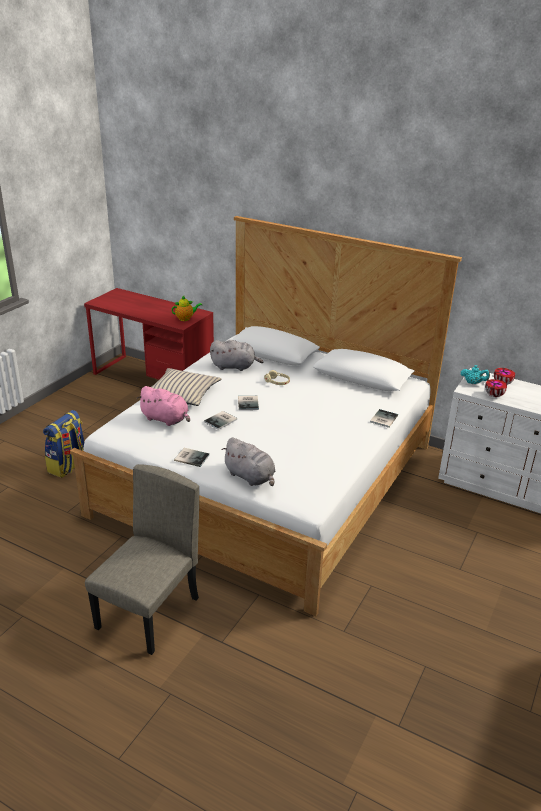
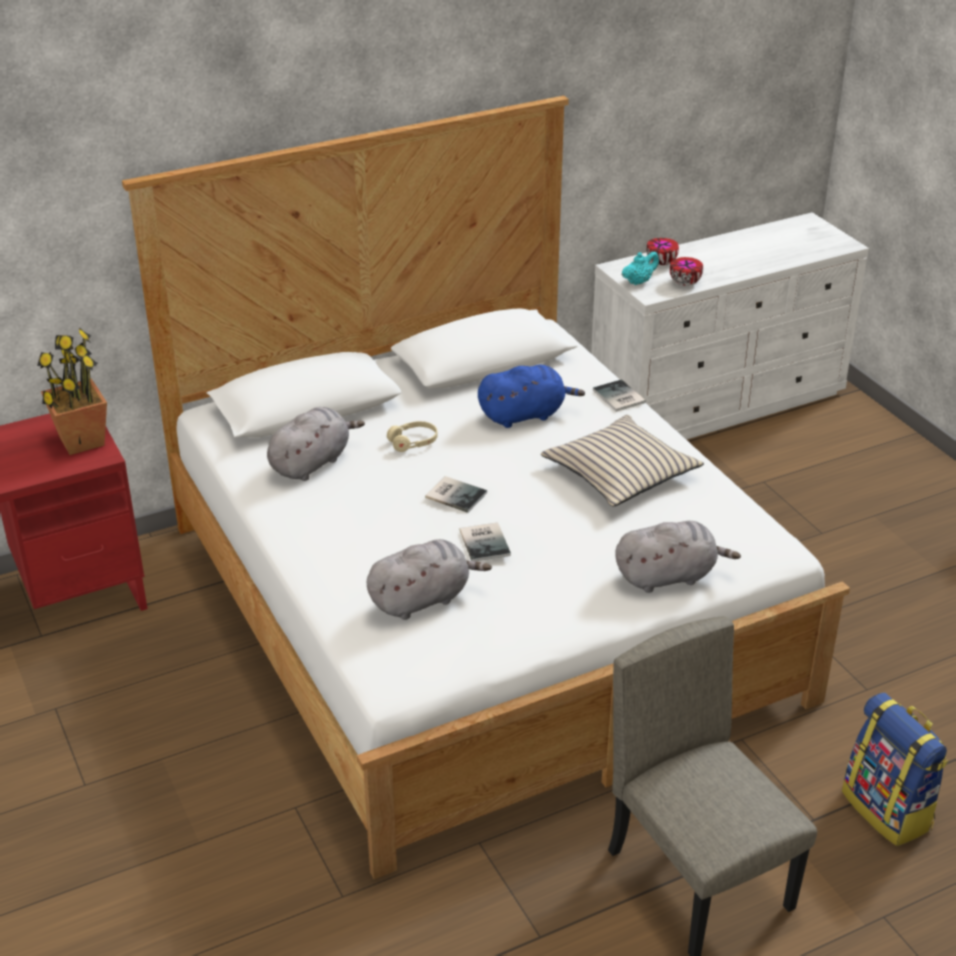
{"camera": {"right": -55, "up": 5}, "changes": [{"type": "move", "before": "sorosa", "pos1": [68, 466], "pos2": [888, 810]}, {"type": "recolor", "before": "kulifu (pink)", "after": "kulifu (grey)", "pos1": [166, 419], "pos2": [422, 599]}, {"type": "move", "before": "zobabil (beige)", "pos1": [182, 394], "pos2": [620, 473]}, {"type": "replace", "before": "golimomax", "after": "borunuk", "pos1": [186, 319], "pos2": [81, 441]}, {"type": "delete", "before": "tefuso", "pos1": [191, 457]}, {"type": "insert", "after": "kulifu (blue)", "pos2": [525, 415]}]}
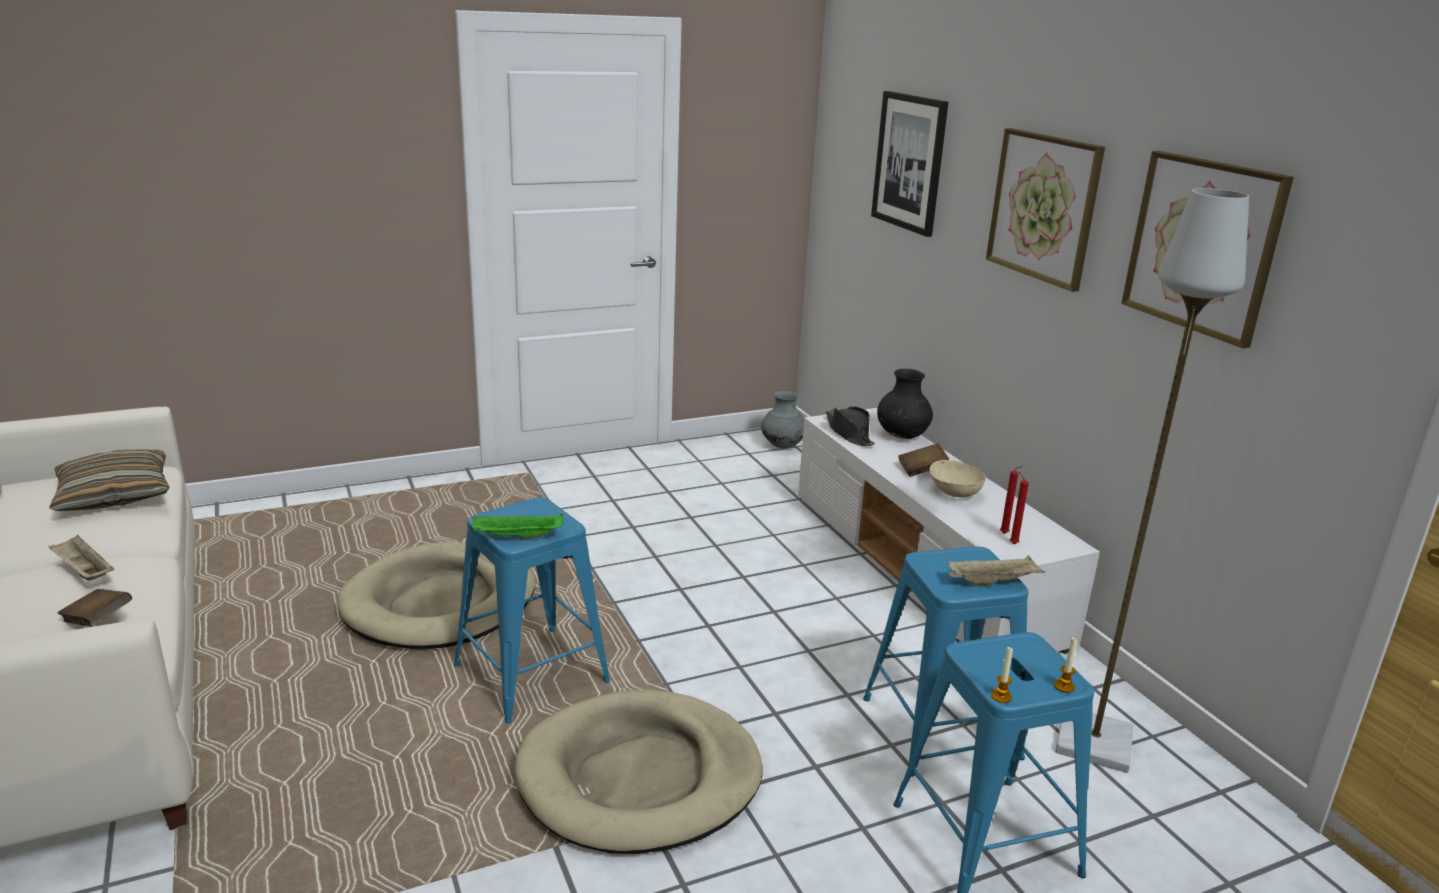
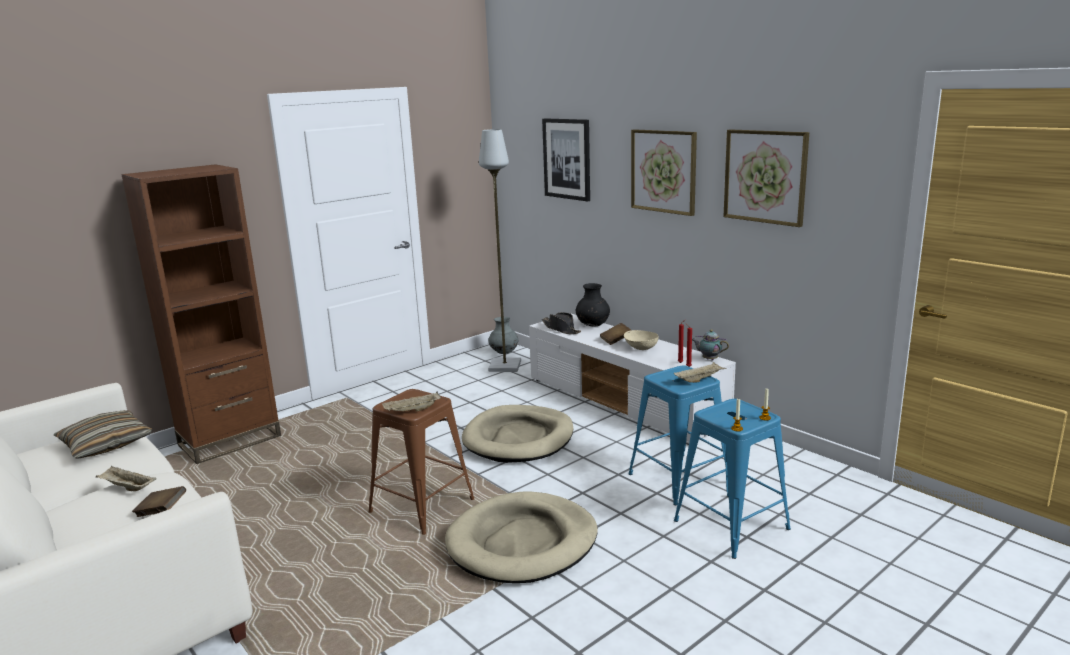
{"camera": {"right": -15, "up": -5}, "changes": [{"type": "move", "before": "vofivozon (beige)", "pos1": [440, 603], "pos2": [519, 438]}, {"type": "recolor", "before": "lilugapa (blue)", "after": "lilugapa (brown)", "pos1": [531, 675], "pos2": [422, 506]}, {"type": "recolor", "before": "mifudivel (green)", "after": "mifudivel (beige)", "pos1": [516, 537], "pos2": [412, 411]}, {"type": "move", "before": "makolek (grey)", "pos1": [1095, 743], "pos2": [505, 366]}, {"type": "insert", "after": "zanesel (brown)", "pos2": [230, 441]}, {"type": "insert", "after": "golimomax", "pos2": [708, 359]}]}
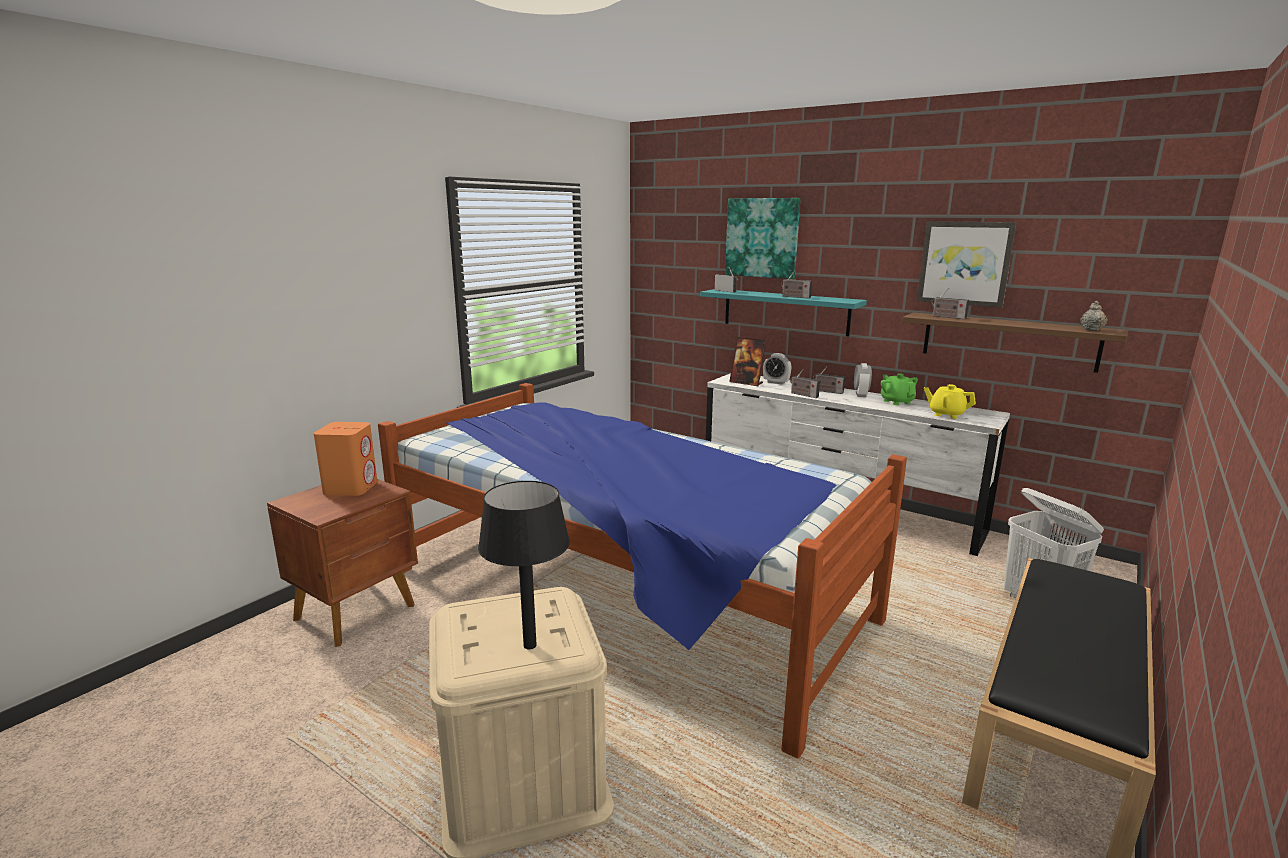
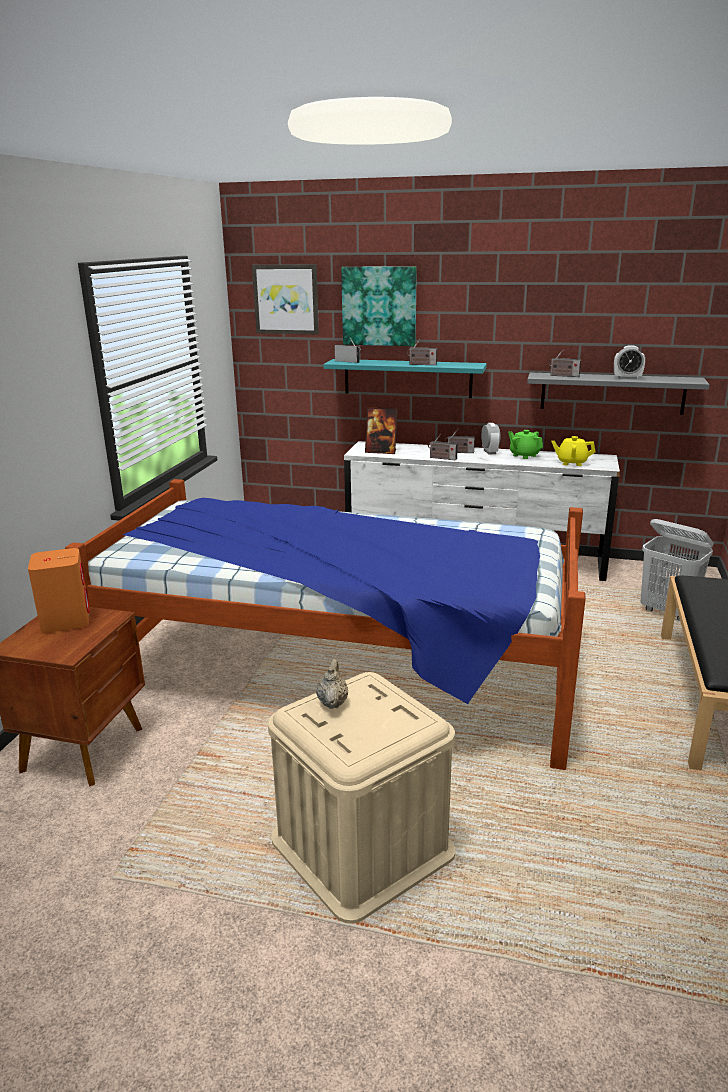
{"camera": {"right": -20, "up": 5}, "changes": [{"type": "delete", "before": "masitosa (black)", "pos1": [529, 645]}, {"type": "move", "before": "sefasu", "pos1": [776, 382], "pos2": [627, 378]}, {"type": "recolor", "before": "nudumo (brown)", "after": "nudumo (grey)", "pos1": [1008, 341], "pos2": [612, 393]}, {"type": "move", "before": "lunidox", "pos1": [964, 263], "pos2": [286, 299]}, {"type": "move", "before": "golimomax (beige)", "pos1": [1091, 330], "pos2": [332, 702]}]}
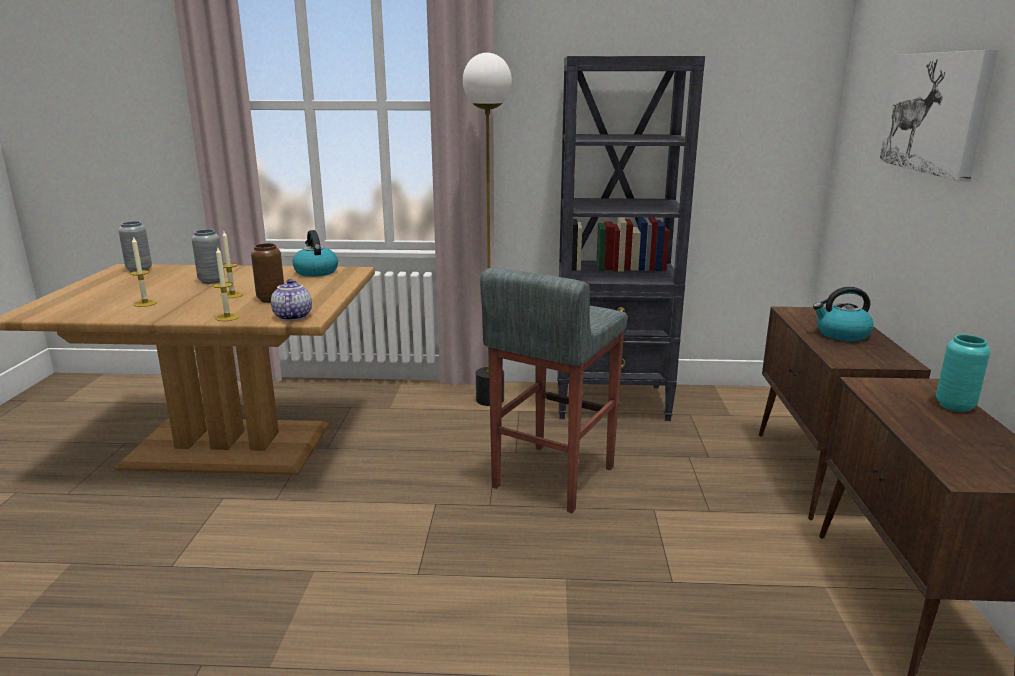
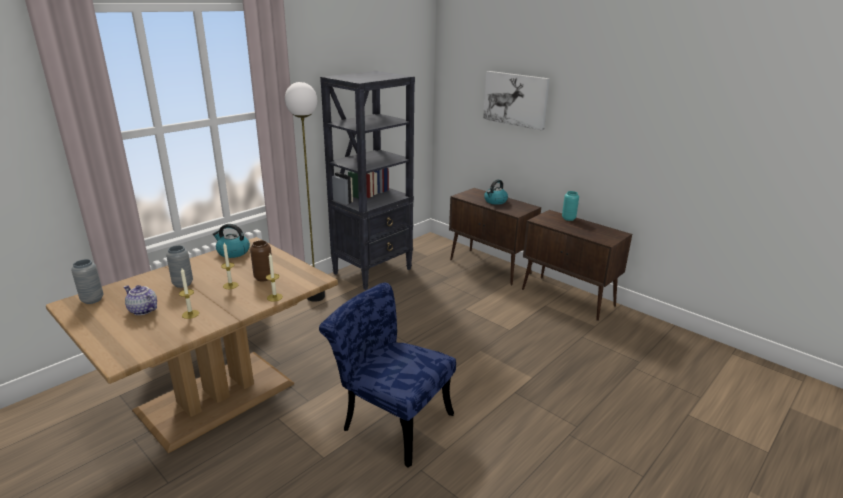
{"camera": {"right": -50, "up": 5}, "changes": [{"type": "move", "before": "golimomax", "pos1": [292, 316], "pos2": [142, 310]}, {"type": "delete", "before": "lilugapa (grey)", "pos1": [551, 477]}, {"type": "insert", "after": "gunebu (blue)", "pos2": [390, 419]}]}
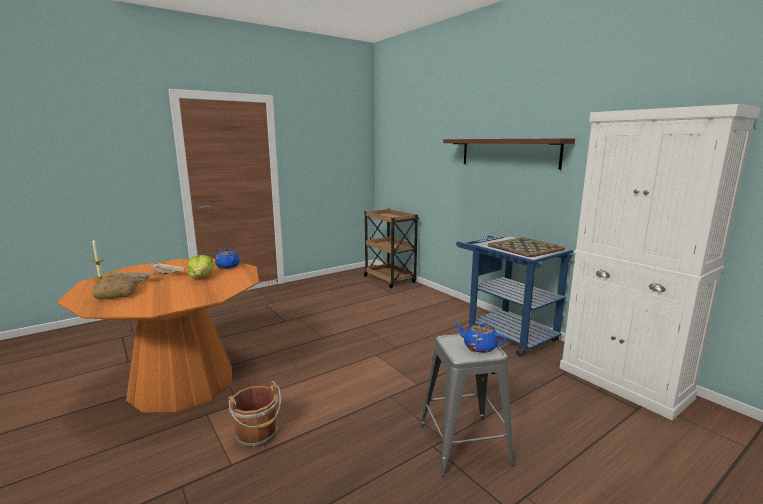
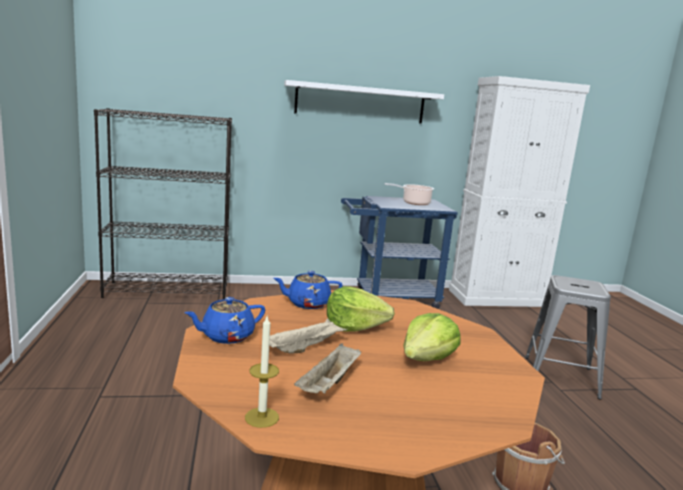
{"camera": {"right": -65, "up": 0}, "changes": [{"type": "delete", "before": "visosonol", "pos1": [117, 293]}, {"type": "replace", "before": "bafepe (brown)", "after": "zanesel (black)", "pos1": [390, 280], "pos2": [168, 291]}, {"type": "recolor", "before": "nudumo (brown)", "after": "nudumo (white)", "pos1": [508, 152], "pos2": [360, 103]}, {"type": "move", "before": "golimomax (blue)", "pos1": [479, 347], "pos2": [226, 336]}, {"type": "replace", "before": "mifudivel", "after": "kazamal", "pos1": [525, 247], "pos2": [414, 203]}, {"type": "insert", "after": "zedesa", "pos2": [427, 359]}]}
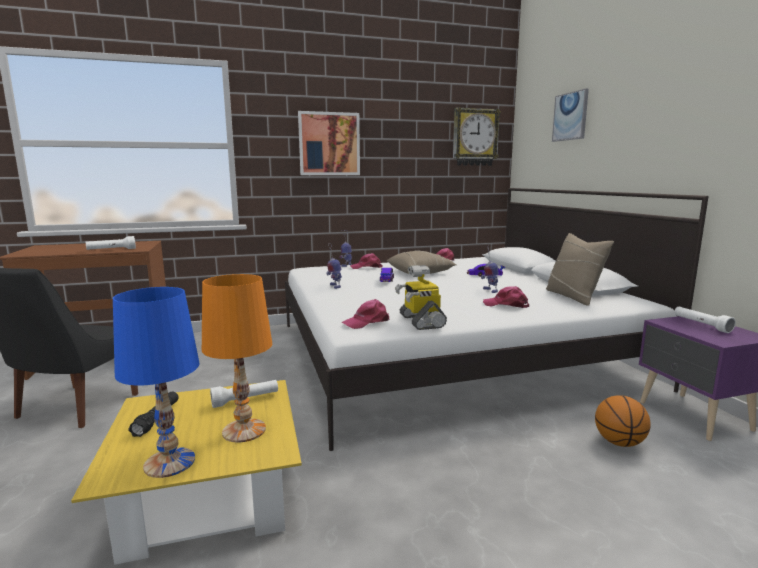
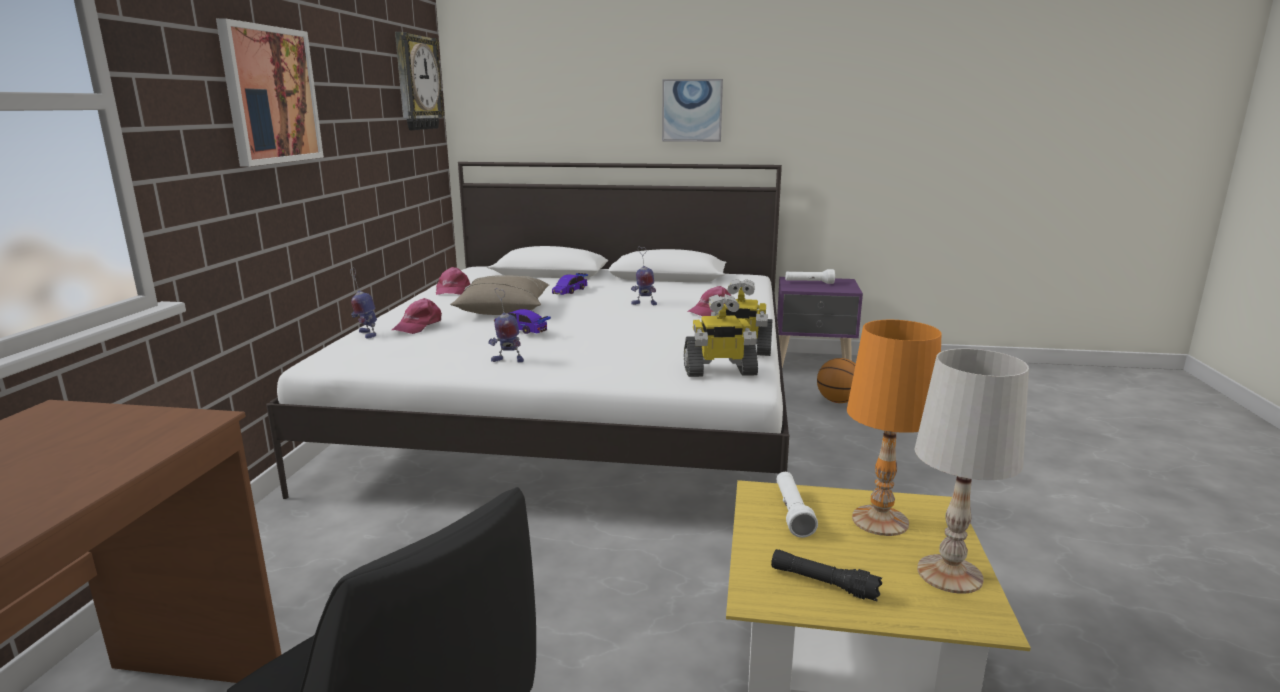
{"camera": {"right": -65, "up": 5}, "changes": [{"type": "delete", "before": "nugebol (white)", "pos1": [111, 250]}, {"type": "recolor", "before": "masitosa (blue)", "after": "masitosa (white)", "pos1": [170, 463], "pos2": [950, 574]}, {"type": "replace", "before": "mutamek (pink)", "after": "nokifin", "pos1": [367, 322], "pos2": [719, 371]}, {"type": "delete", "before": "zobabil (beige)", "pos1": [573, 296]}, {"type": "move", "before": "lunidox", "pos1": [570, 116], "pos2": [692, 110]}]}
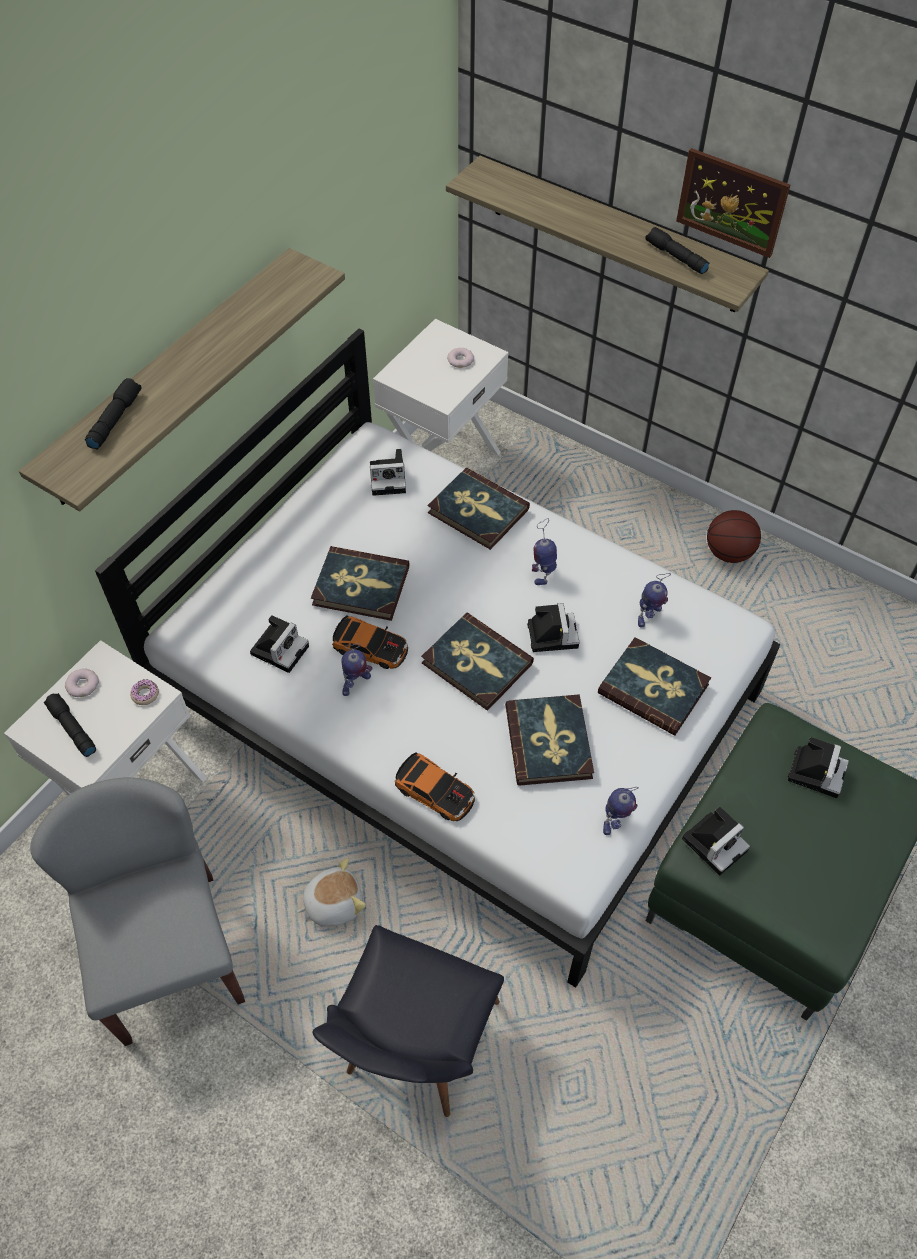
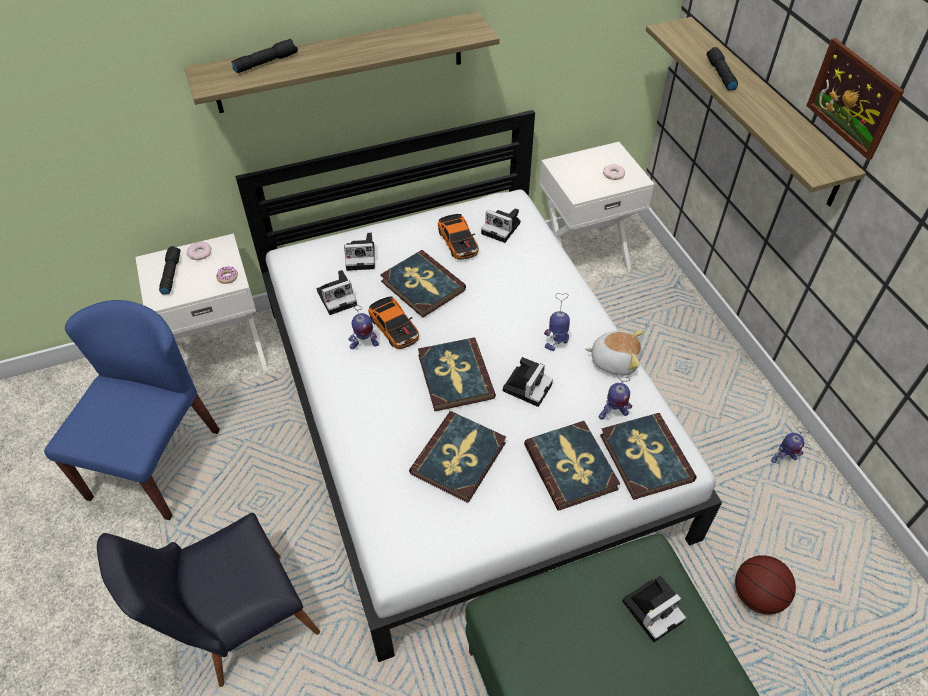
{"camera": {"right": 35, "up": -5}, "changes": [{"type": "recolor", "before": "gunebu (grey)", "after": "gunebu (blue)", "pos1": [169, 955], "pos2": [155, 462]}, {"type": "move", "before": "kulifu", "pos1": [333, 902], "pos2": [614, 360]}, {"type": "move", "before": "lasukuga", "pos1": [436, 791], "pos2": [459, 241]}, {"type": "move", "before": "tefuso", "pos1": [477, 511], "pos2": [645, 458]}, {"type": "move", "before": "nokifin", "pos1": [615, 821], "pos2": [783, 458]}, {"type": "move", "before": "nugebol (black)", "pos1": [675, 257], "pos2": [720, 74]}, {"type": "move", "before": "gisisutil", "pos1": [715, 842], "pos2": [362, 257]}, {"type": "move", "before": "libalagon", "pos1": [728, 553], "pos2": [757, 596]}]}
